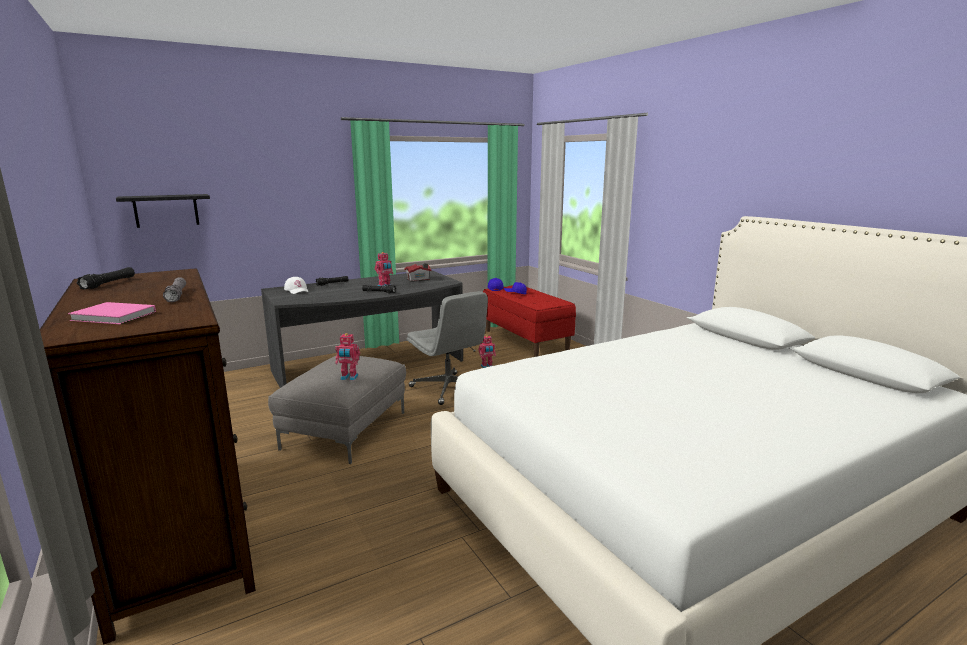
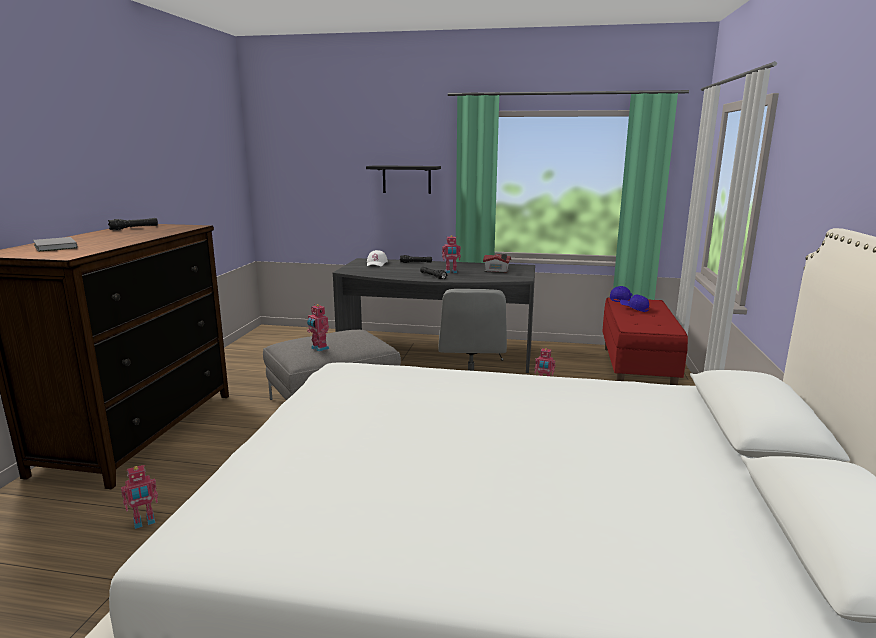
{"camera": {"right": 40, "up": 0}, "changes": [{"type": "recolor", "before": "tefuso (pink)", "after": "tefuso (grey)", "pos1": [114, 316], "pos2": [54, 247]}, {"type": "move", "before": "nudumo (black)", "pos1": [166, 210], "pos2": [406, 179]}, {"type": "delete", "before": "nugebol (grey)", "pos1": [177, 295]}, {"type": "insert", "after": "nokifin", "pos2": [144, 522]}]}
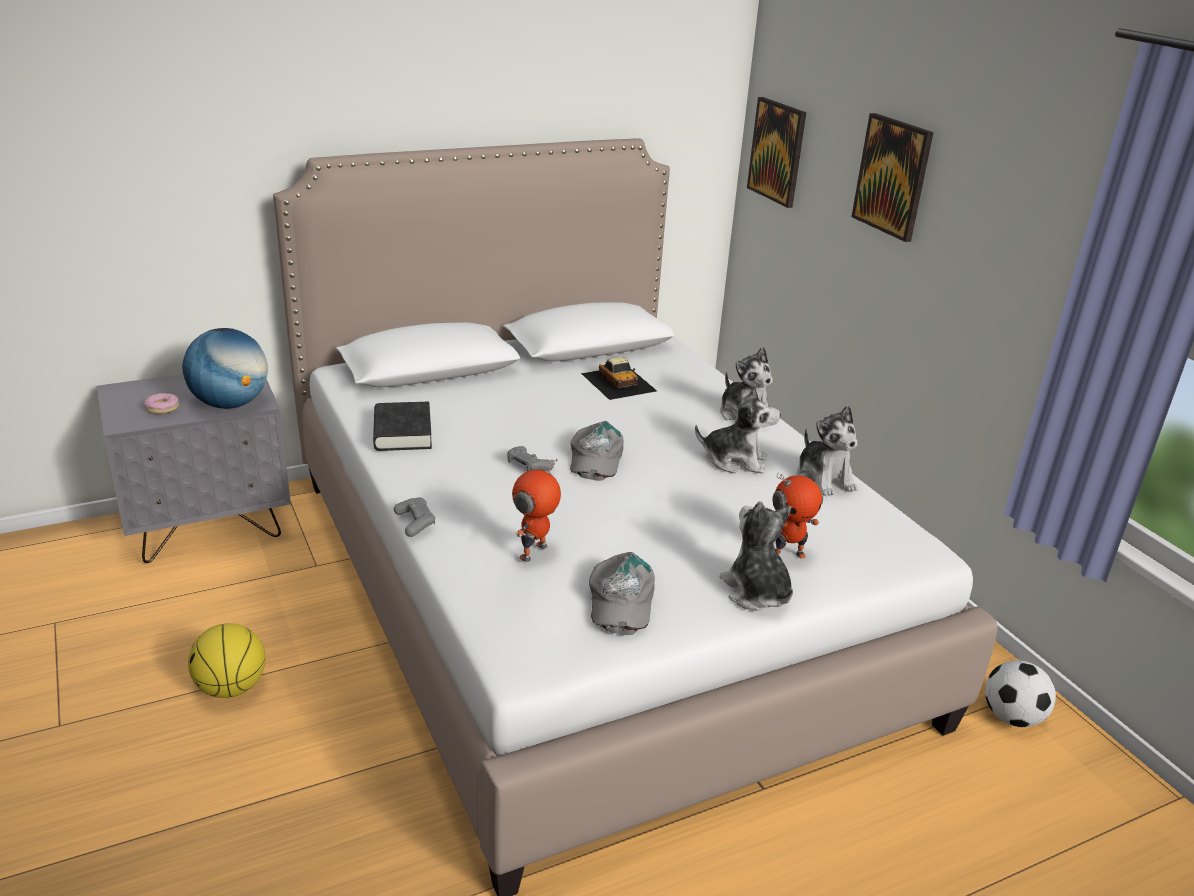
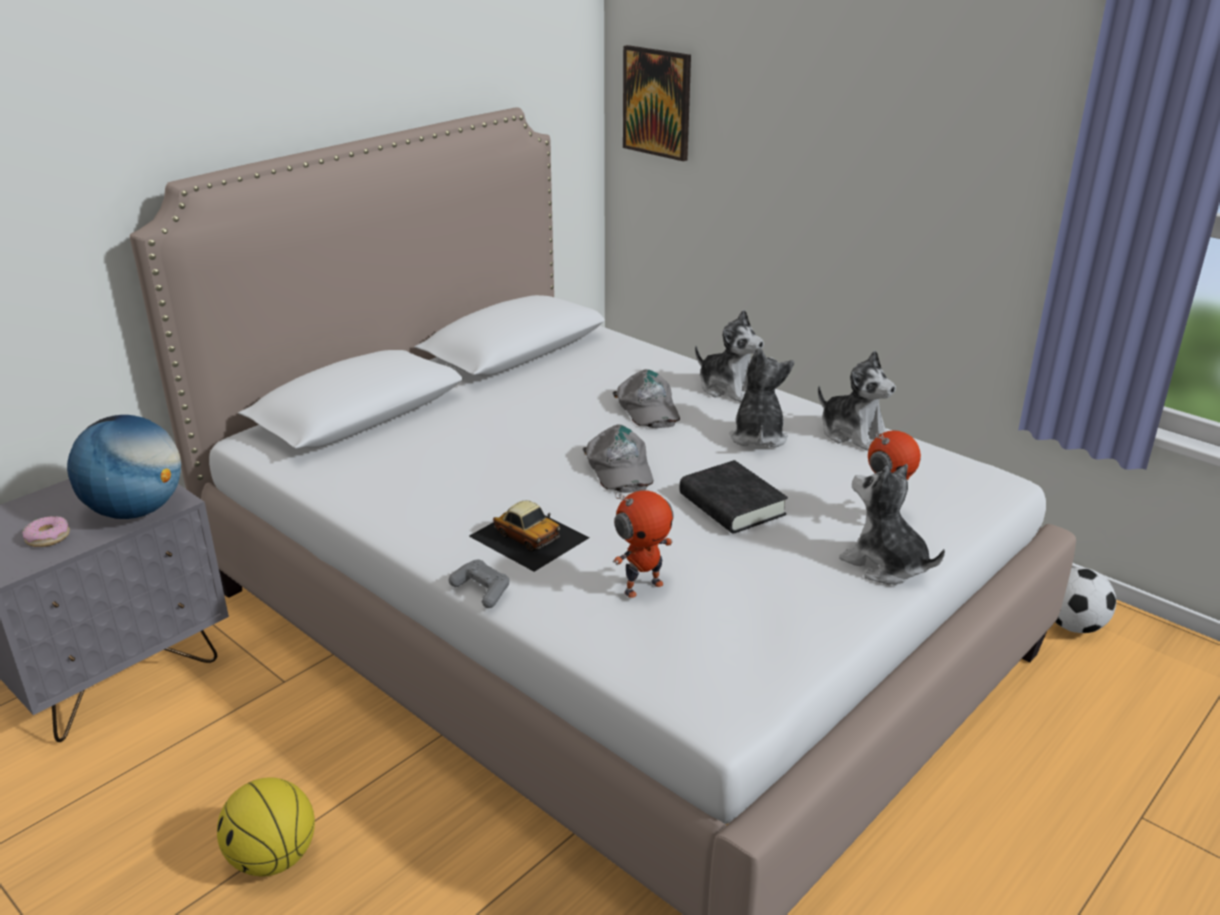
{"camera": {"right": -20, "up": 0}, "changes": [{"type": "move", "before": "tefuso (black)", "pos1": [402, 433], "pos2": [731, 505]}, {"type": "delete", "before": "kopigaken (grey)", "pos1": [528, 466]}, {"type": "rotate", "before": "nokifin", "pos1": [535, 553], "pos2": [642, 586], "turn": -135}, {"type": "move", "before": "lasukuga", "pos1": [618, 382], "pos2": [529, 536]}, {"type": "move", "before": "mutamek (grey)", "pos1": [620, 600], "pos2": [647, 408]}, {"type": "rotate", "before": "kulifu", "pos1": [735, 460], "pos2": [757, 436], "turn": -75}, {"type": "delete", "before": "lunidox", "pos1": [892, 176]}]}
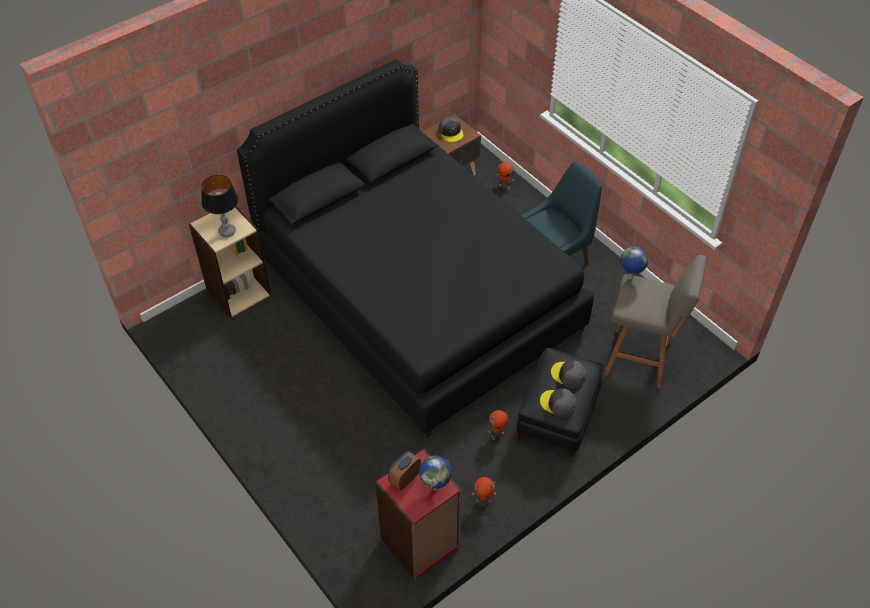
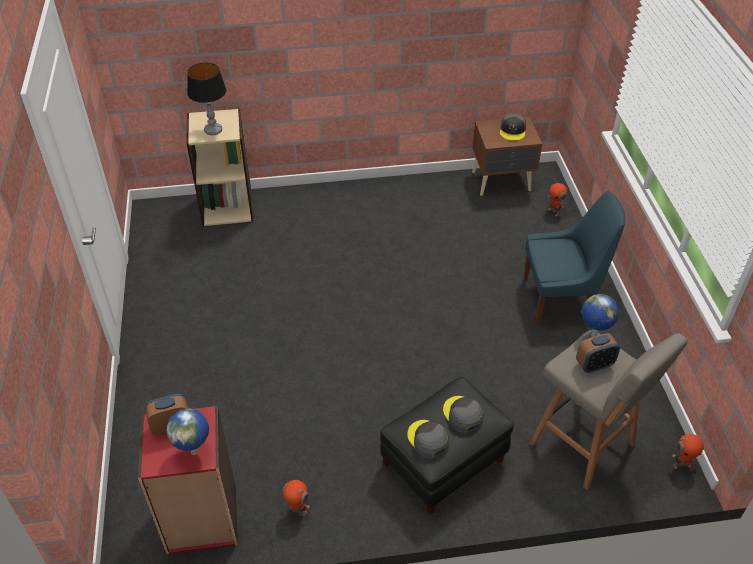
{"camera": {"right": 30, "up": -5}, "changes": [{"type": "delete", "before": "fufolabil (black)", "pos1": [418, 295]}, {"type": "move", "before": "nokifin", "pos1": [497, 434], "pos2": [681, 464]}, {"type": "insert", "after": "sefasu", "pos2": [594, 365]}]}
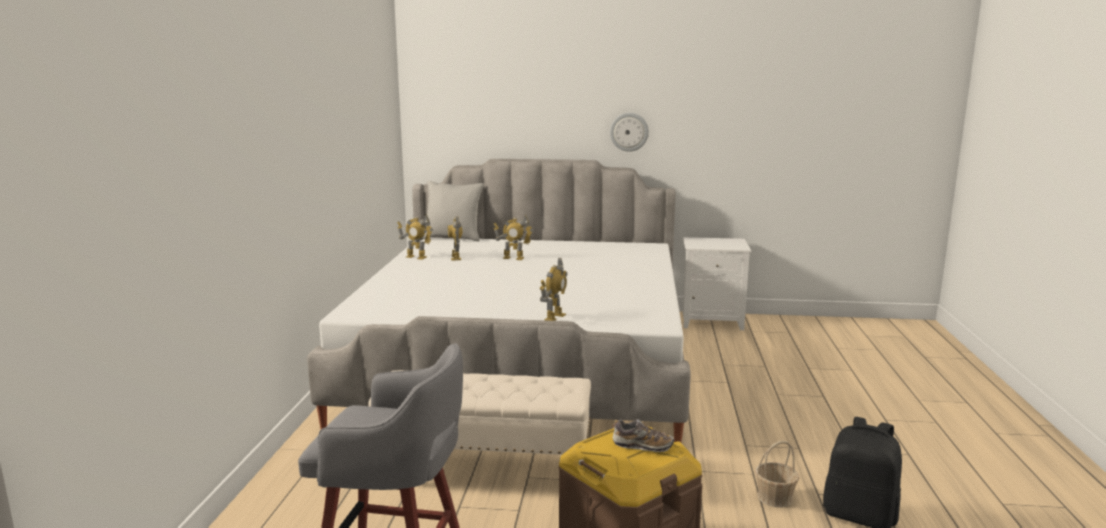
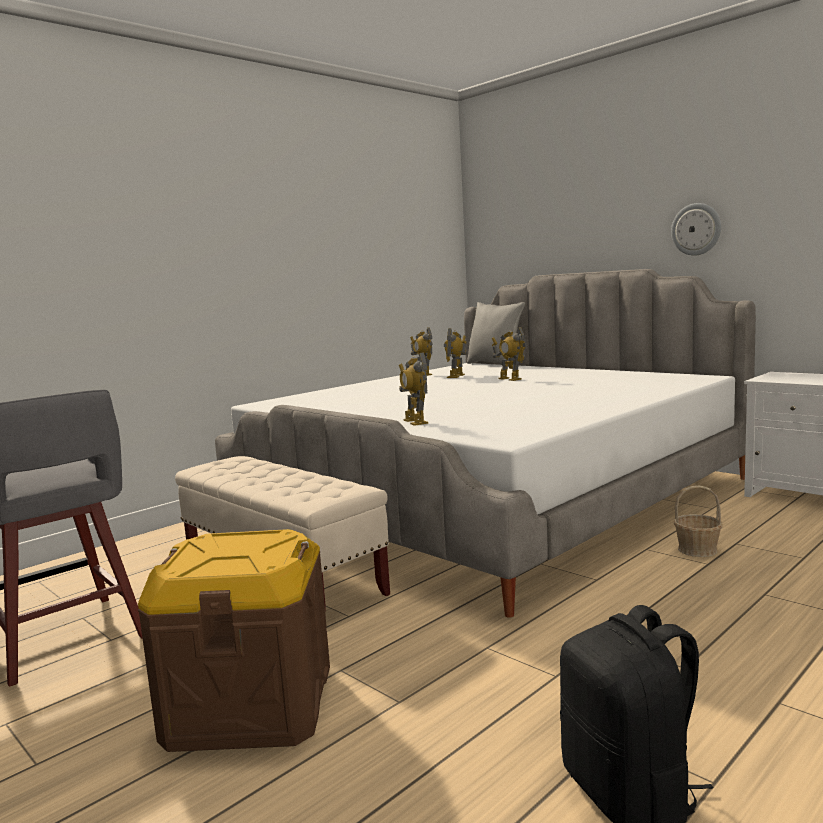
{"camera": {"right": 40, "up": -5}, "changes": [{"type": "rotate", "before": "nokifin", "pos1": [554, 317], "pos2": [415, 422], "turn": 90}, {"type": "delete", "before": "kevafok", "pos1": [642, 446]}, {"type": "move", "before": "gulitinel", "pos1": [775, 497], "pos2": [697, 550]}]}
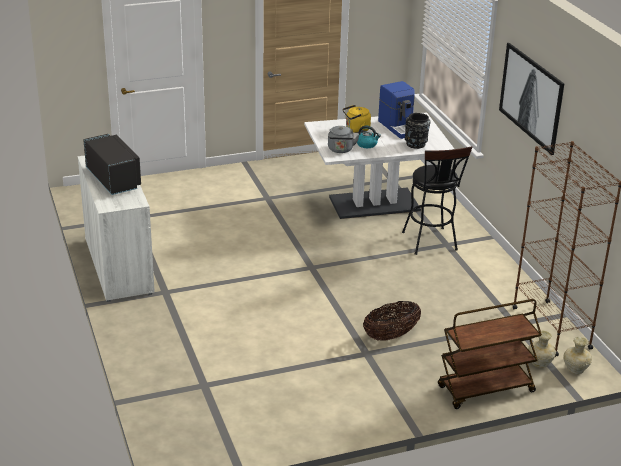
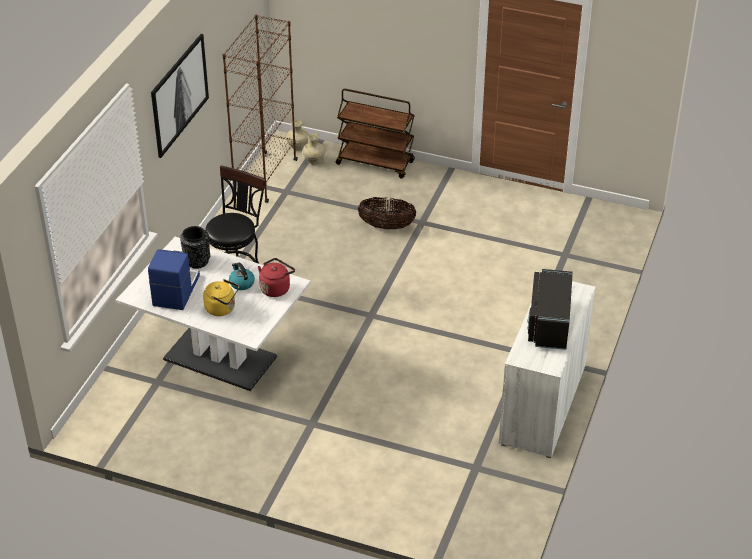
{"camera": {"right": -140, "up": 10}, "changes": [{"type": "recolor", "before": "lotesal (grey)", "after": "lotesal (red)", "pos1": [340, 150], "pos2": [276, 288]}]}
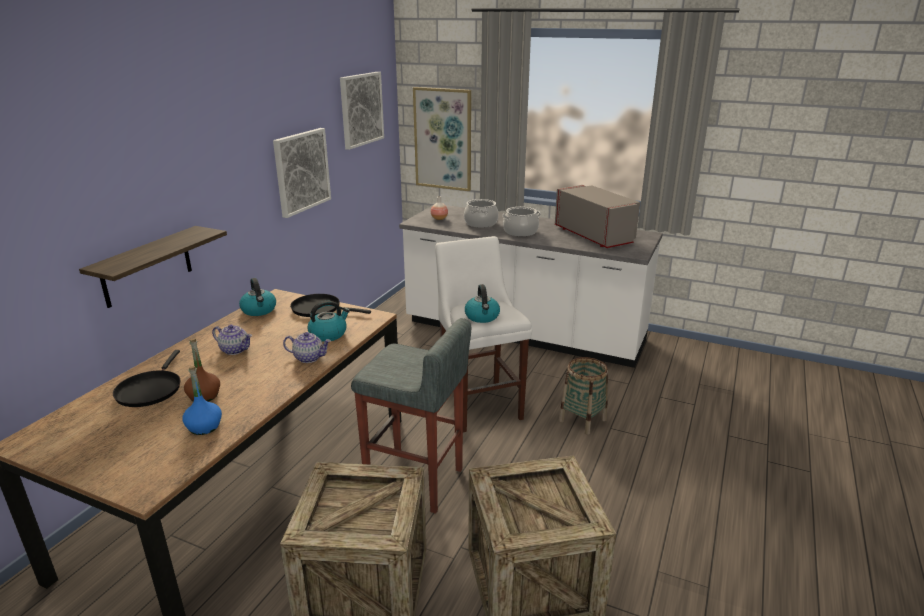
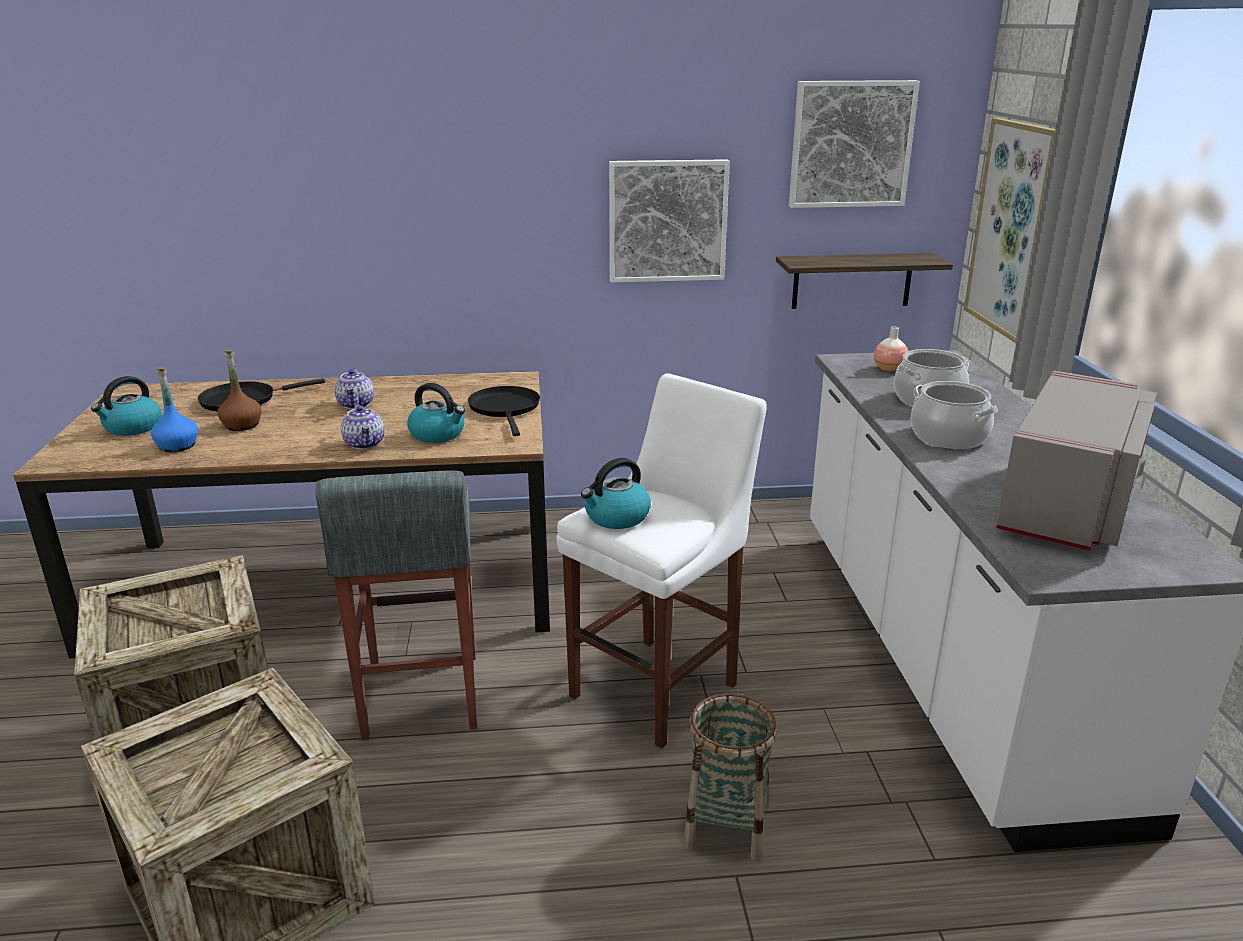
{"camera": {"right": 60, "up": 0}, "changes": [{"type": "move", "before": "nudumo", "pos1": [147, 266], "pos2": [852, 280]}, {"type": "move", "before": "lotesal", "pos1": [259, 310], "pos2": [132, 428]}]}
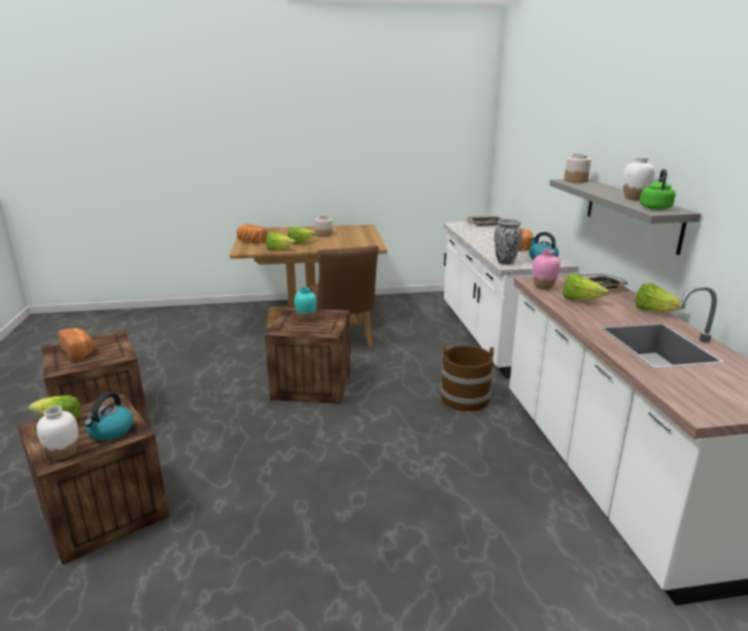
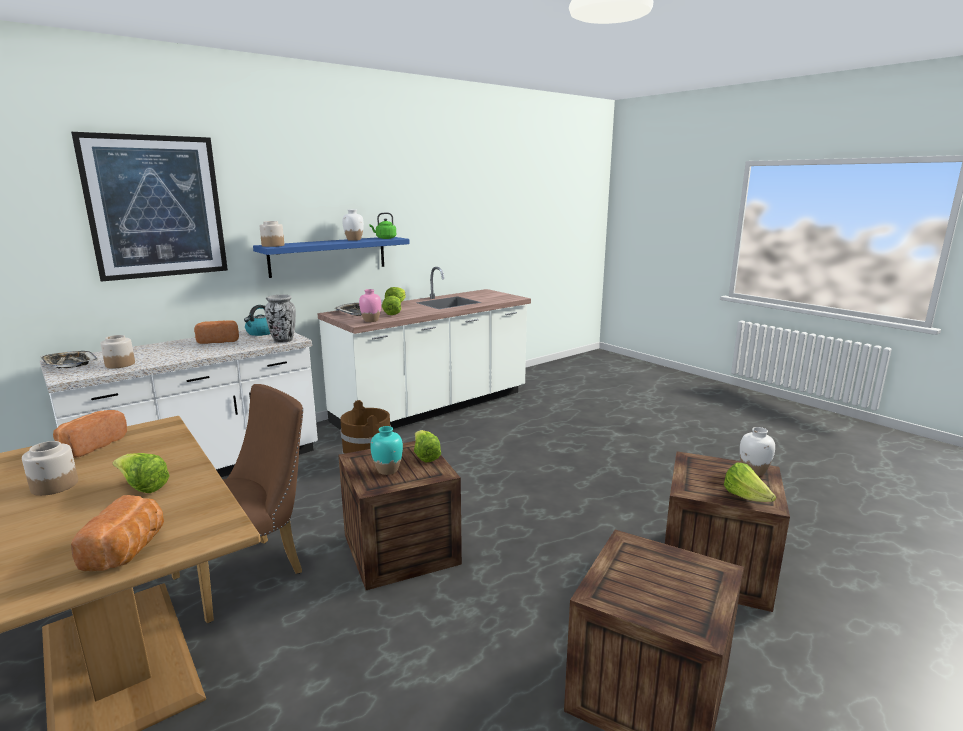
{"camera": {"right": -120, "up": -5}, "changes": [{"type": "move", "before": "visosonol", "pos1": [79, 352], "pos2": [90, 445]}, {"type": "delete", "before": "lotesal", "pos1": [110, 431]}, {"type": "move", "before": "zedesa", "pos1": [278, 249], "pos2": [425, 456]}, {"type": "recolor", "before": "nudumo (grey)", "after": "nudumo (blue)", "pos1": [631, 213], "pos2": [328, 256]}, {"type": "insert", "after": "lunidox", "pos2": [156, 207]}, {"type": "insert", "after": "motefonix", "pos2": [120, 364]}]}
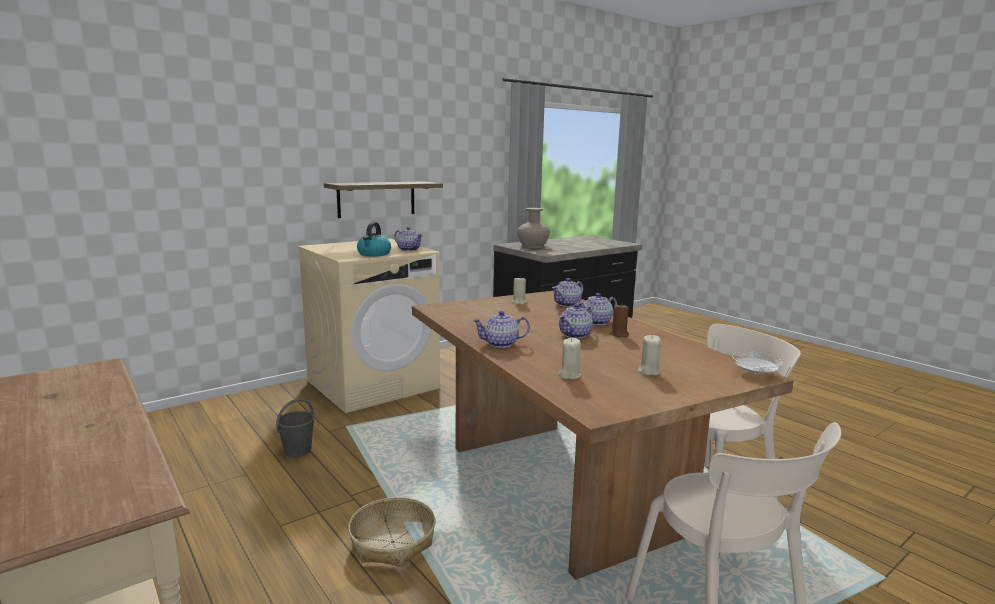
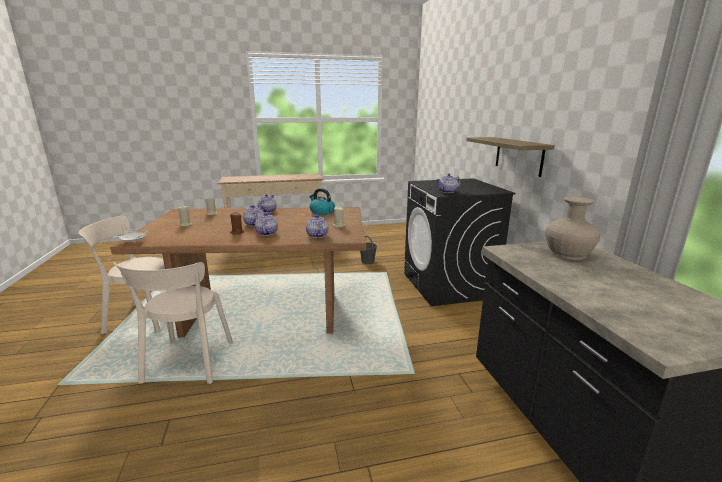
{"camera": {"right": 115, "up": 5}, "changes": [{"type": "recolor", "before": "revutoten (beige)", "after": "revutoten (black)", "pos1": [373, 384], "pos2": [448, 285]}, {"type": "delete", "before": "gulitinel", "pos1": [393, 542]}, {"type": "move", "before": "lotesal", "pos1": [374, 254], "pos2": [321, 212]}]}
